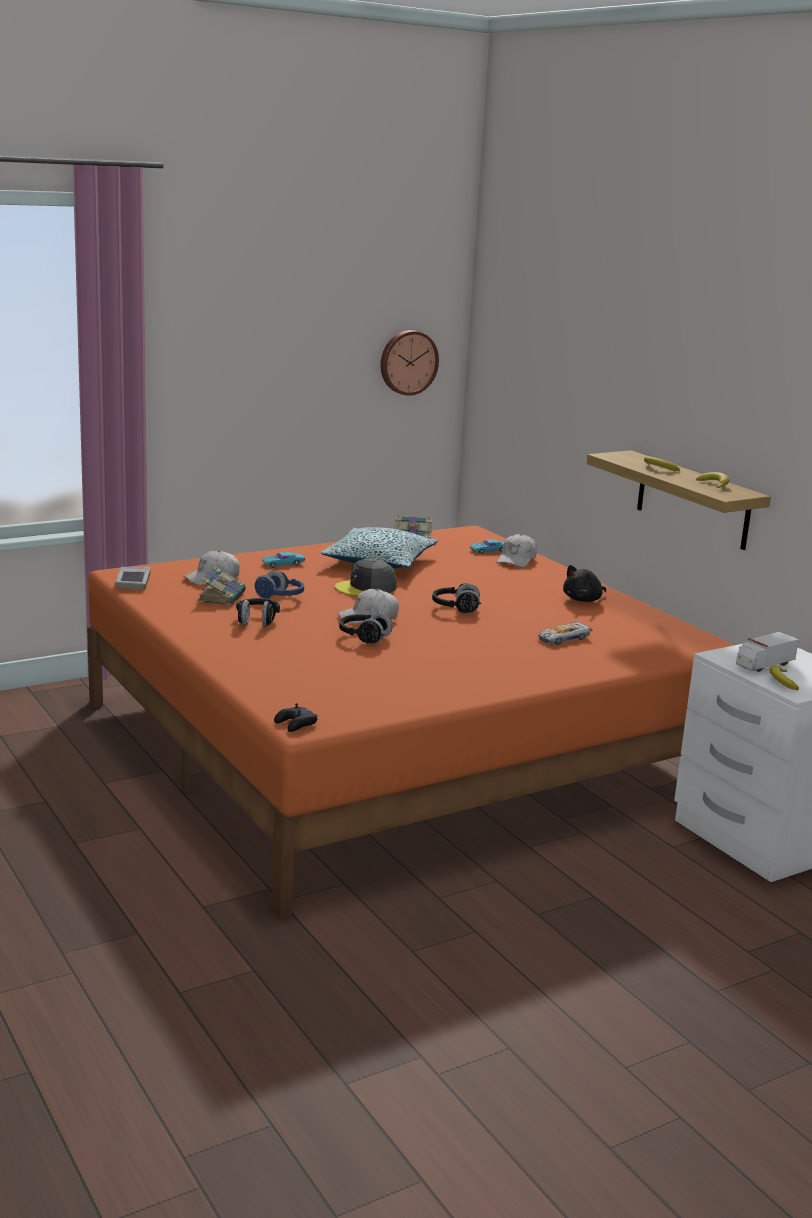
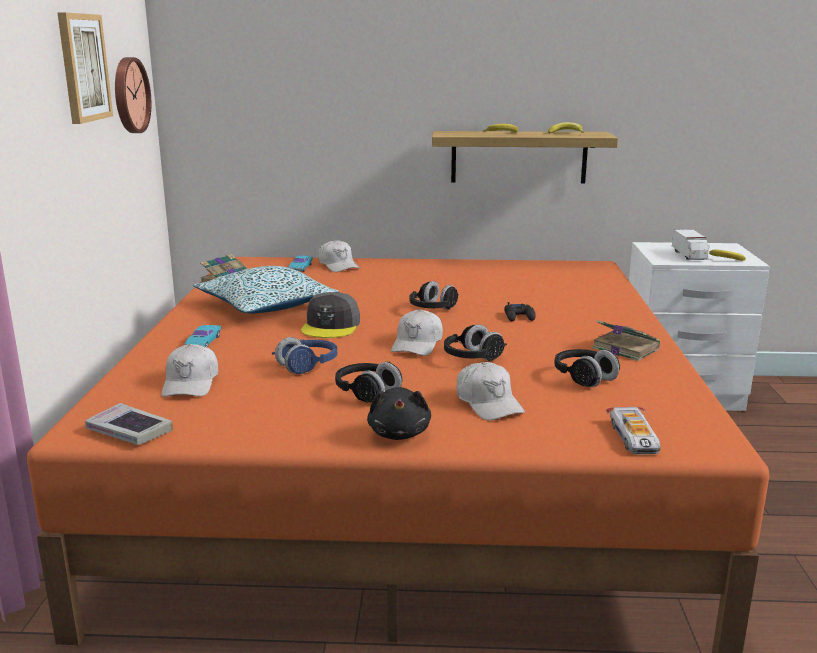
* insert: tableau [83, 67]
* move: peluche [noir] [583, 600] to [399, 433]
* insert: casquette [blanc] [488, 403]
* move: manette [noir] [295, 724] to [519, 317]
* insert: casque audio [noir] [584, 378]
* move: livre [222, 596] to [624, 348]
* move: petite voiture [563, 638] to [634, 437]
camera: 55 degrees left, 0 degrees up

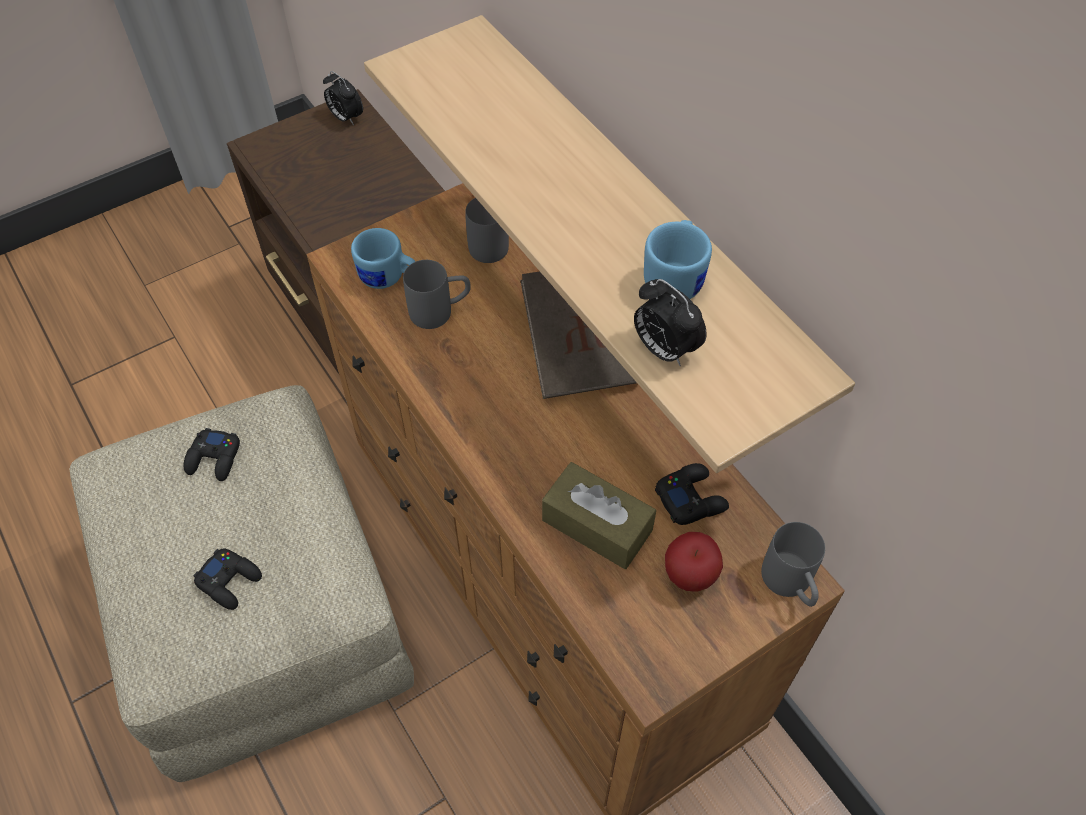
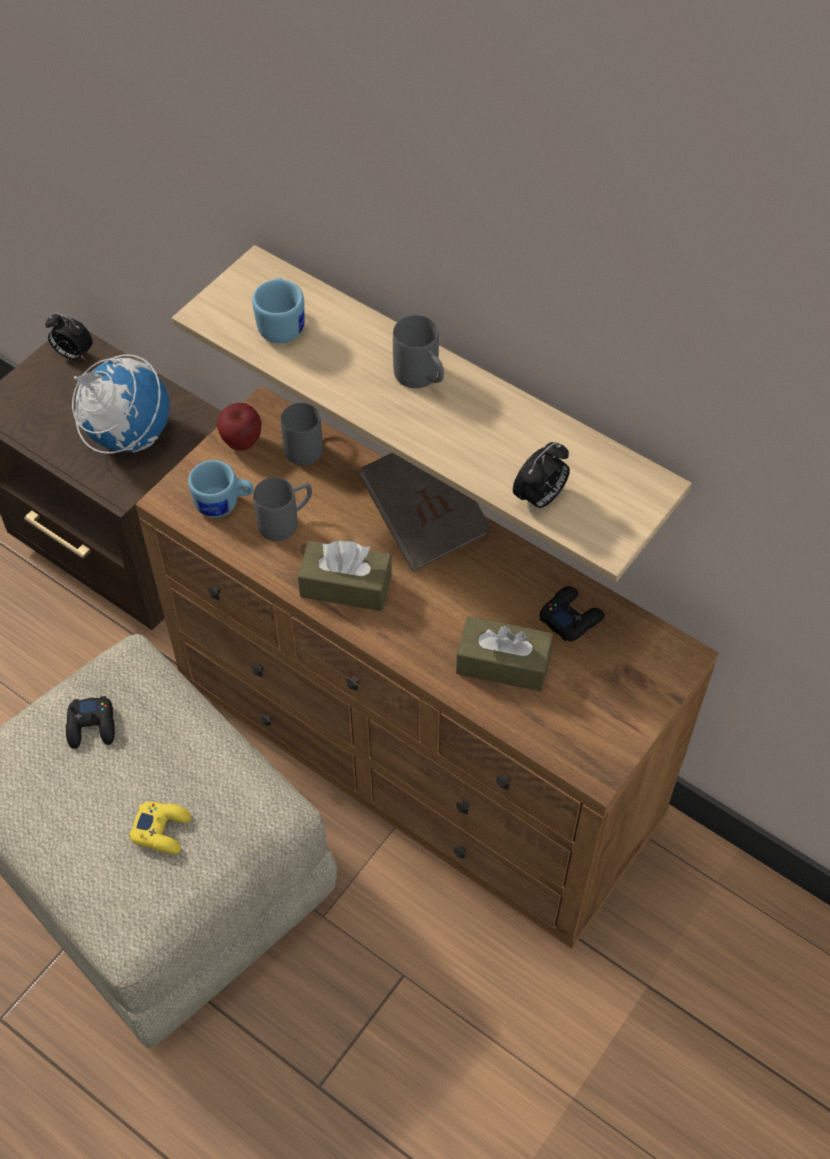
* insert: globe [128, 435]
* recolor: manette [noir] [230, 581] to manette [jaune] [162, 830]
* move: pomme [689, 577] to [242, 442]
* move: mug [bleu] [676, 277] to [282, 324]
* insert: boîte à mouchoirs [marron] [346, 586]
* move: mug [gris] [790, 585] to [422, 379]
* rotate: réveil [663, 349] = [539, 498] 75 degrees counterclockwise
camera: 20 degrees left, 0 degrees up

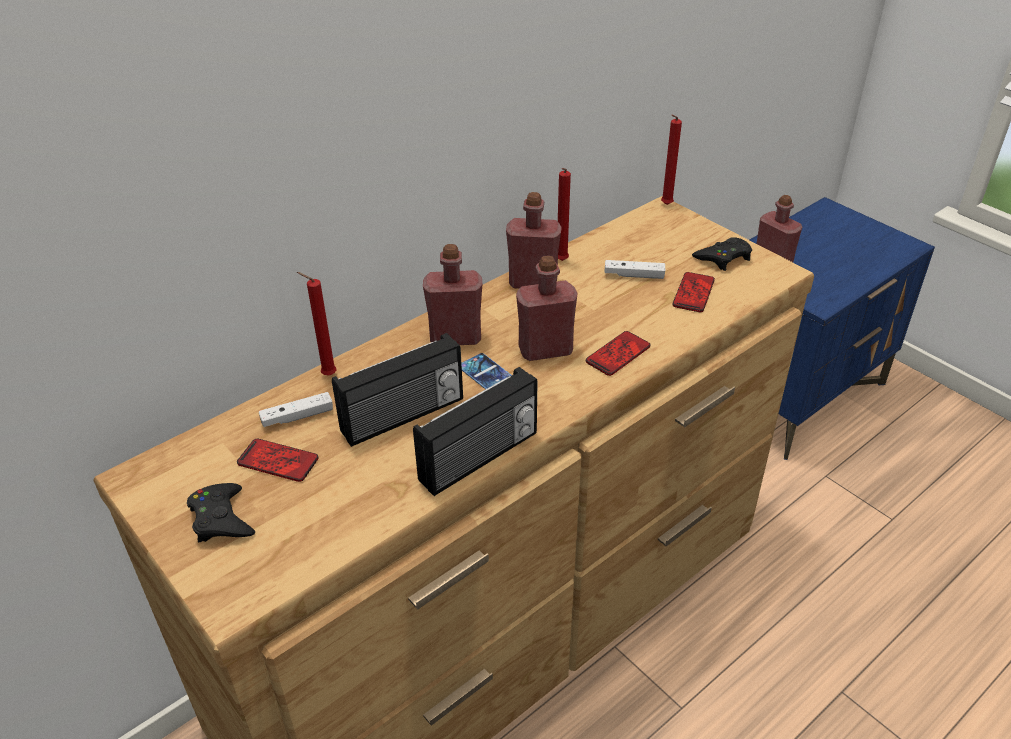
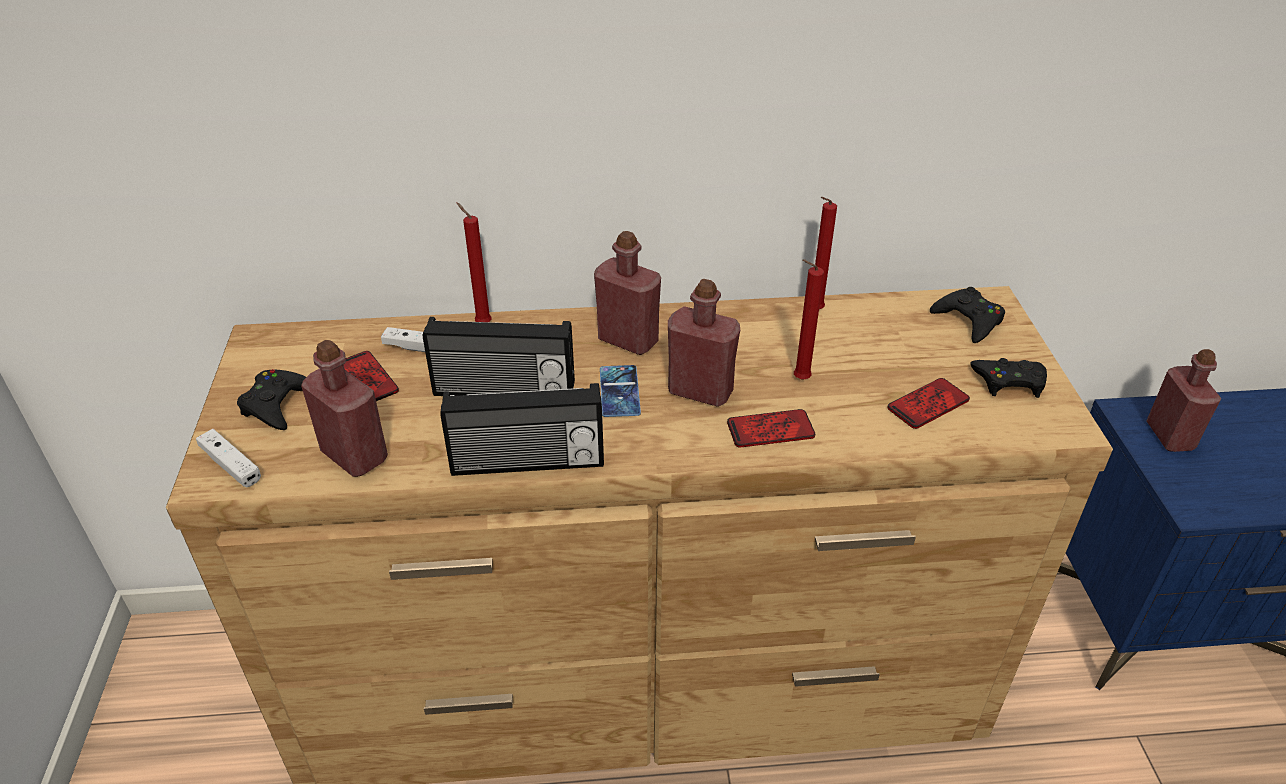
* move: manette [blanc] [634, 275] to [231, 465]
* move: bouteille [rouge] [533, 282] to [354, 456]
* move: bougie [rouge] [665, 205] to [798, 379]
* insert: manette [noir] [968, 320]
camera: 35 degrees right, 0 degrees up

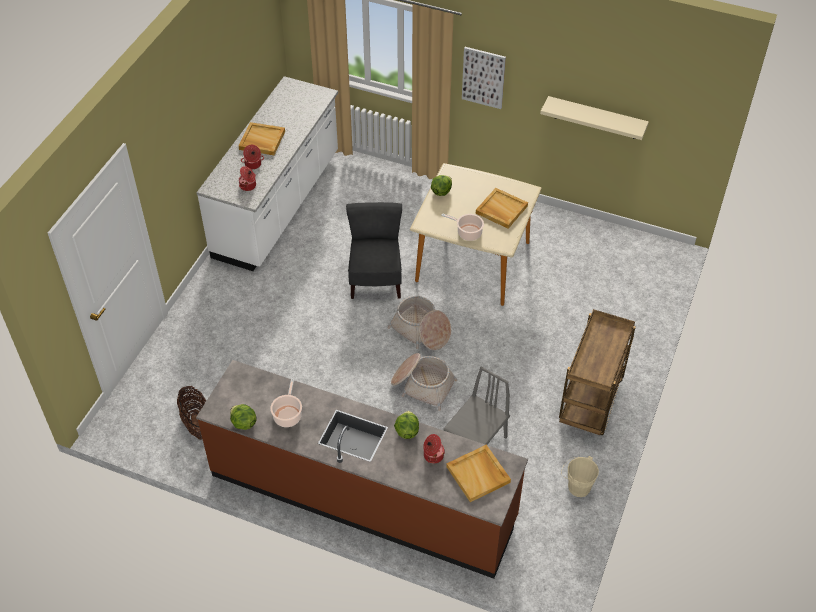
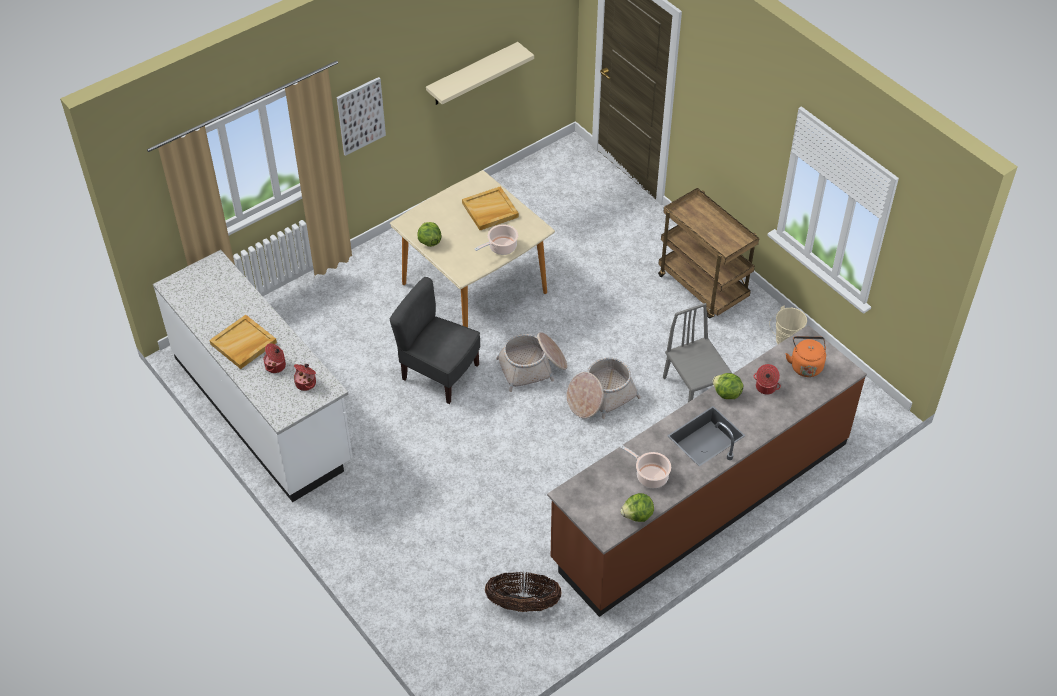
* replace: plateau [beige] [478, 474] to bouilloire [orange] [805, 365]
camera: 60 degrees left, 0 degrees up

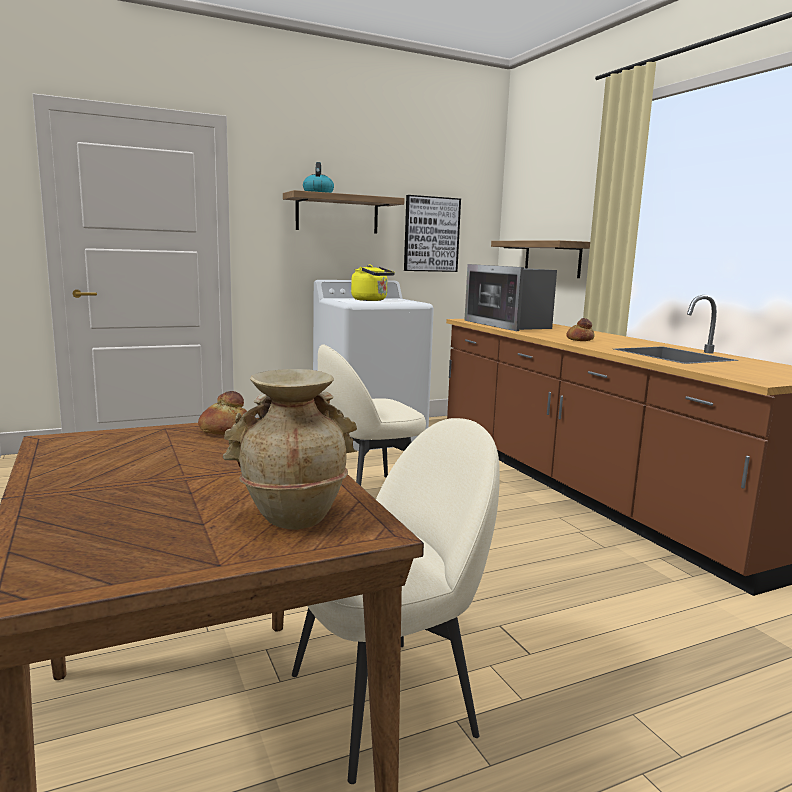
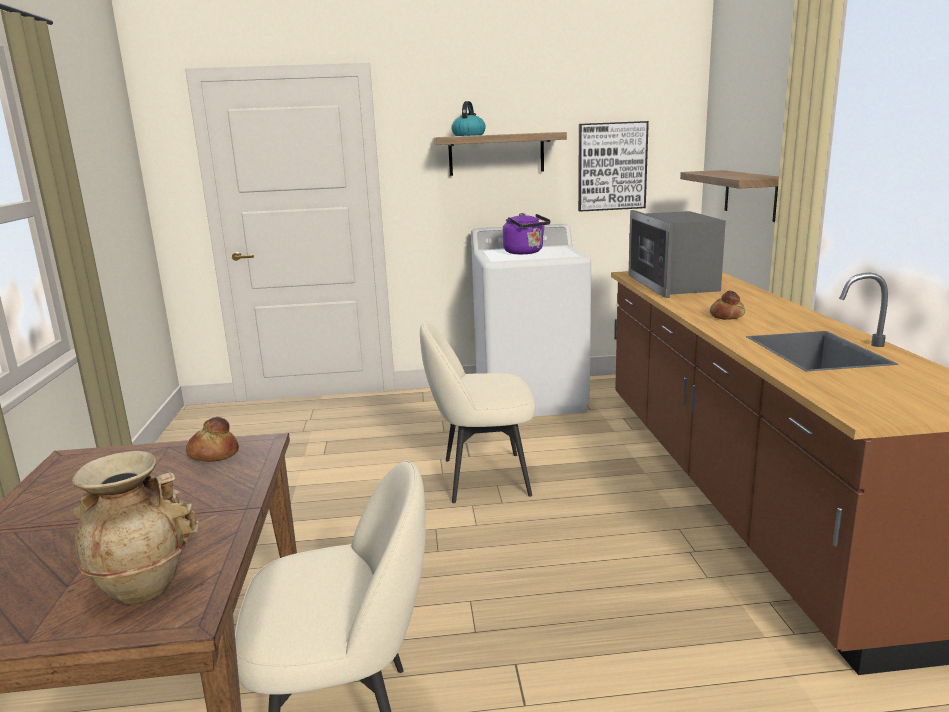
* recolor: bouilloire [jaune] [371, 300] to bouilloire [violet] [525, 252]
camera: 20 degrees right, 5 degrees up

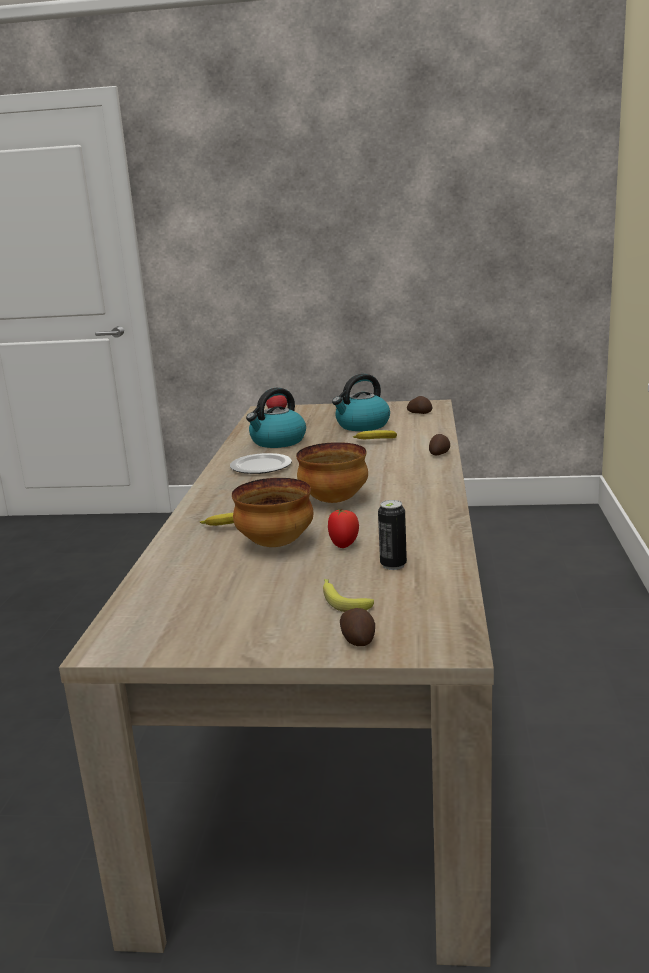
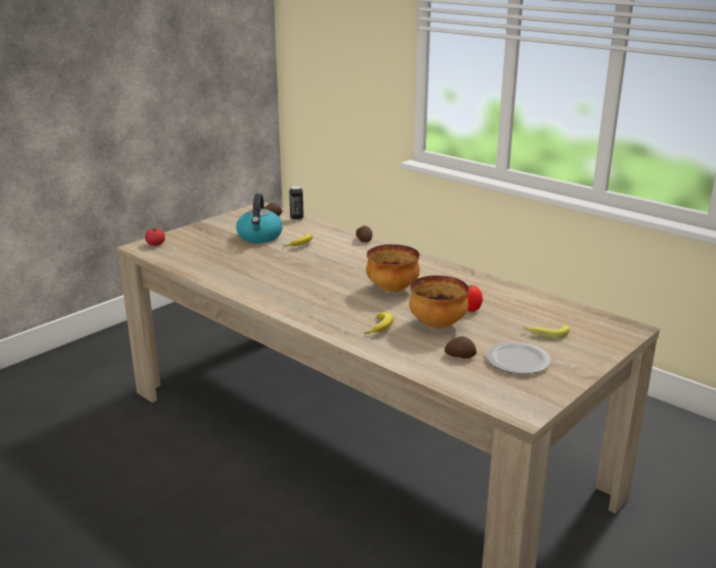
* move: boîte métallique [393, 565] to [297, 219]
* move: pomme de terre [358, 639] to [460, 355]
* move: assiette [261, 467] to [518, 361]
* delete: bouilloire [277, 442]
camera: 55 degrees left, 5 degrees up

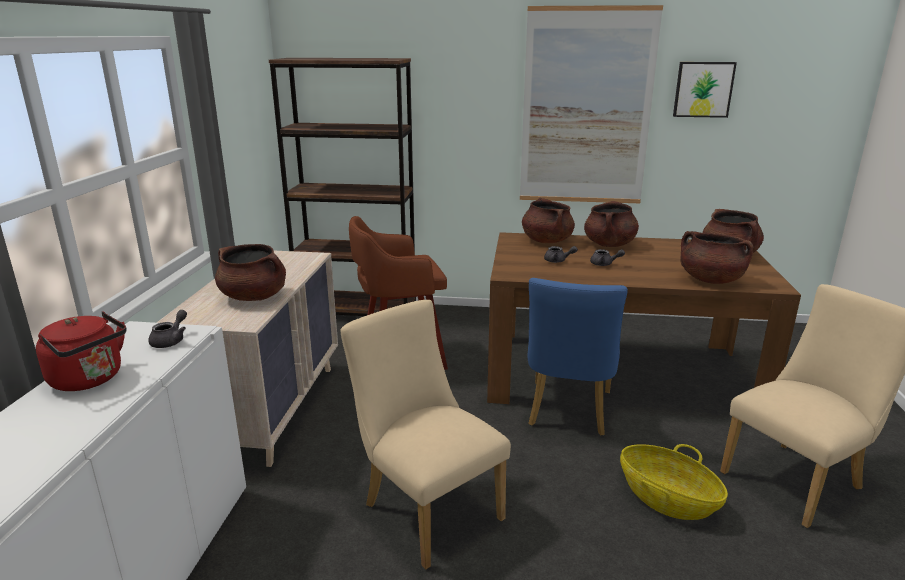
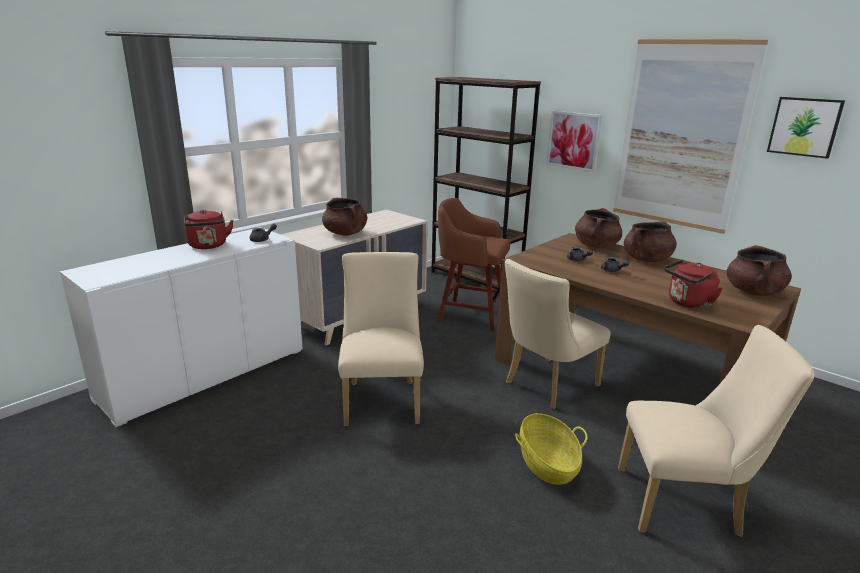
* recolor: chaise [bleu] [568, 412] to chaise [beige] [546, 386]
* insert: tableau [573, 140]
* replace: marmite [marron] [710, 280] to bouilloire [rouge] [688, 303]
camera: 35 degrees right, 0 degrees up

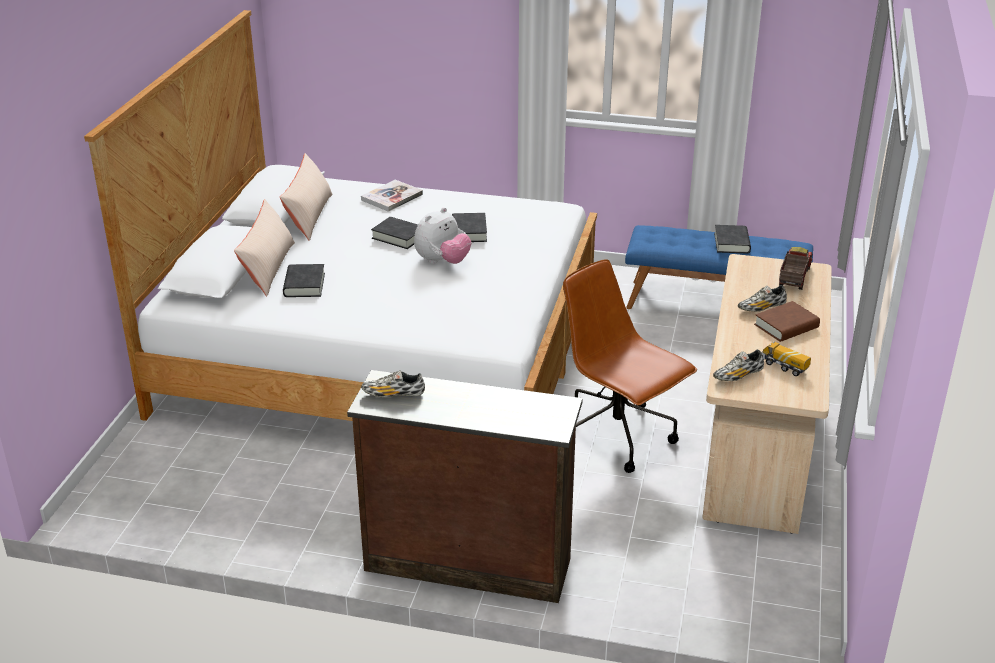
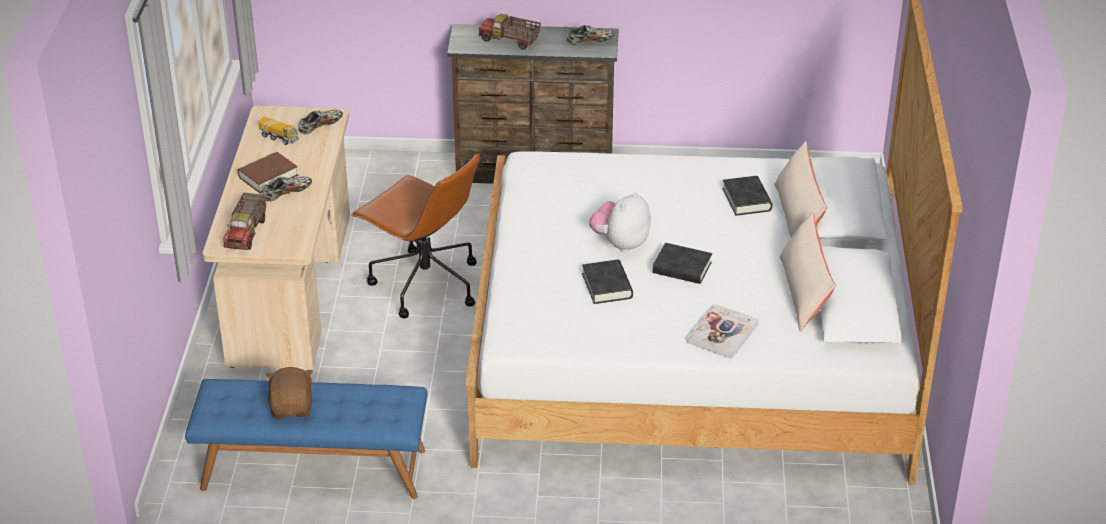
* replace: livre [noir] [731, 243] to peluche [marron] [292, 408]
* insert: camion jouet [509, 41]
camera: 170 degrees right, 5 degrees up

